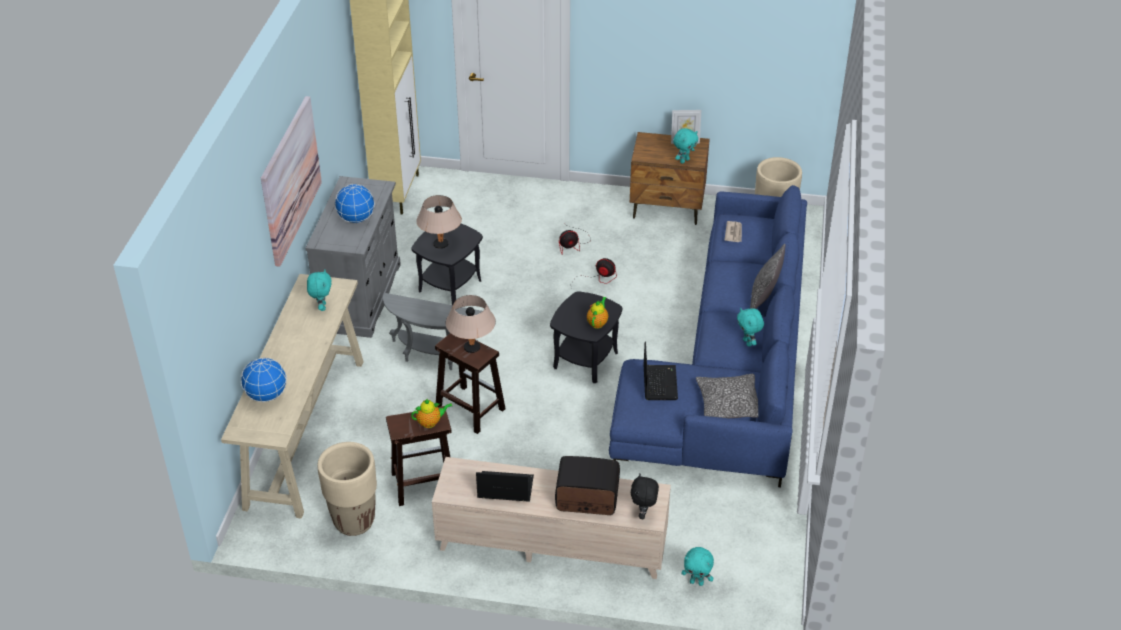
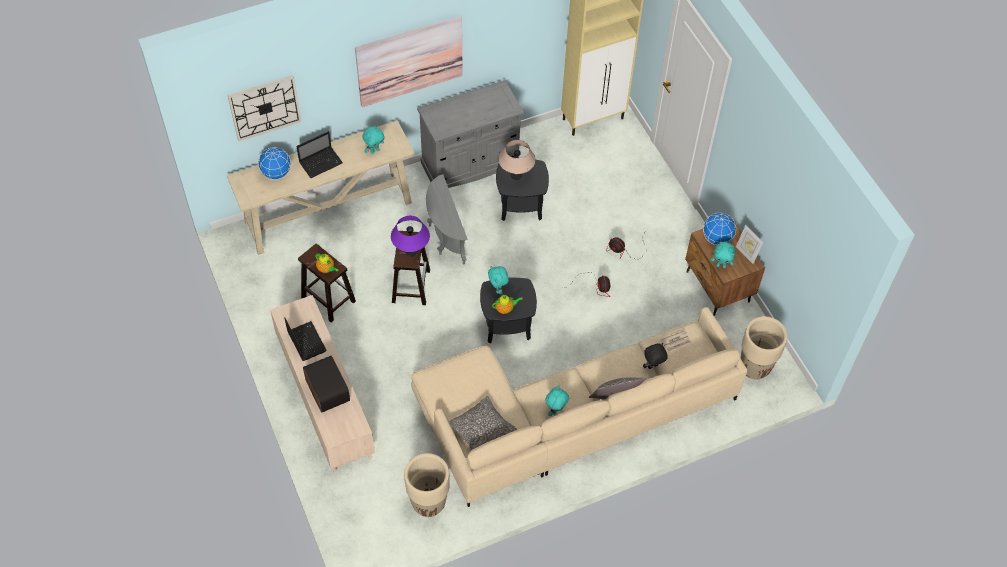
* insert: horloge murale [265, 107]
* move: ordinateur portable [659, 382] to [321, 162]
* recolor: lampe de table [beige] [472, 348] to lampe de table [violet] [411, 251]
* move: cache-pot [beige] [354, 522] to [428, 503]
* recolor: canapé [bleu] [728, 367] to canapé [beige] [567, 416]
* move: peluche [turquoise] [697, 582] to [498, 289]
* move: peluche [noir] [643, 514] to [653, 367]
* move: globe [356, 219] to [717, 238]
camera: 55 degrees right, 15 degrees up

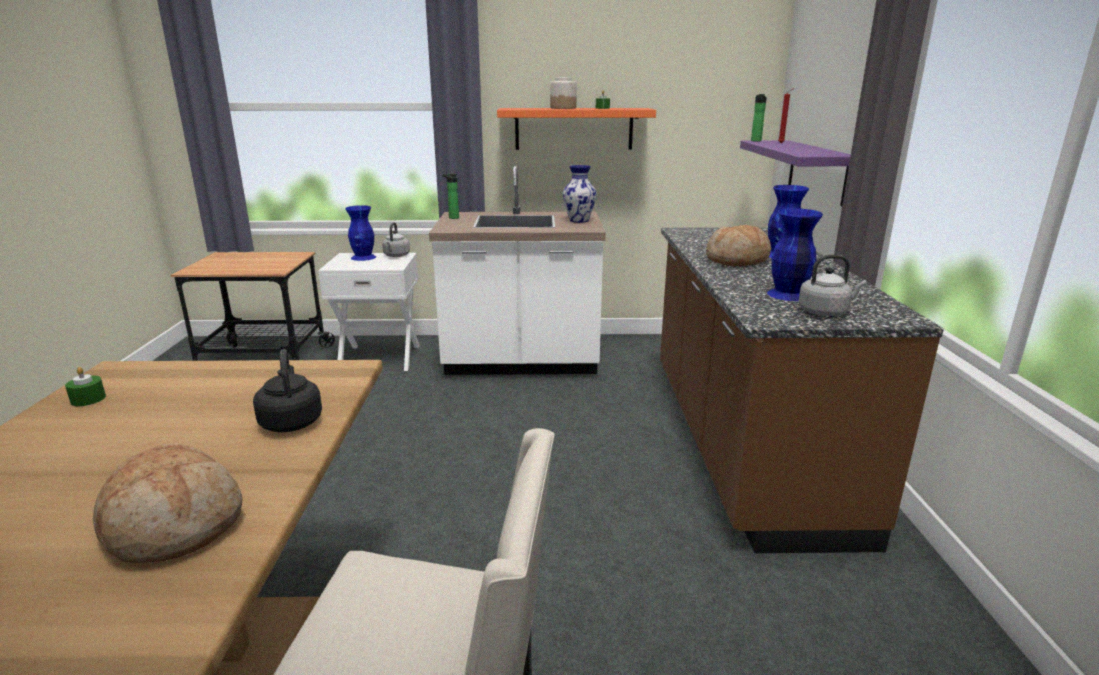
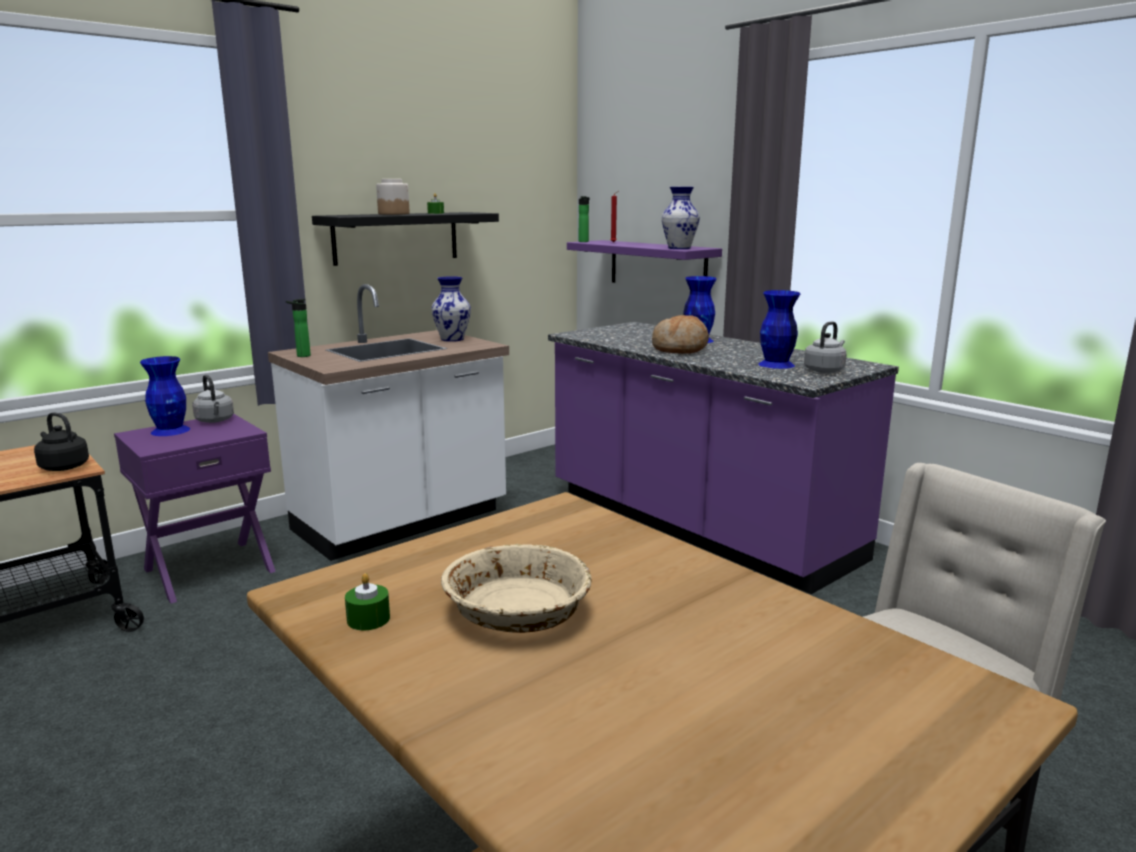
* move: bouilloire [noir] [291, 421] to [63, 466]
* recolor: table de chevet [blanc] [380, 357] to table de chevet [violet] [209, 569]
* recolor: étagère [orange] [574, 128] to étagère [noir] [396, 237]
* insert: bol [beige] [518, 611]
* recolor: comptoir de cuisine [marron] [743, 444] to comptoir de cuisine [violet] [697, 525]
* insert: vase [678, 248]
* delete: pain [173, 524]
camera: 40 degrees left, 5 degrees down

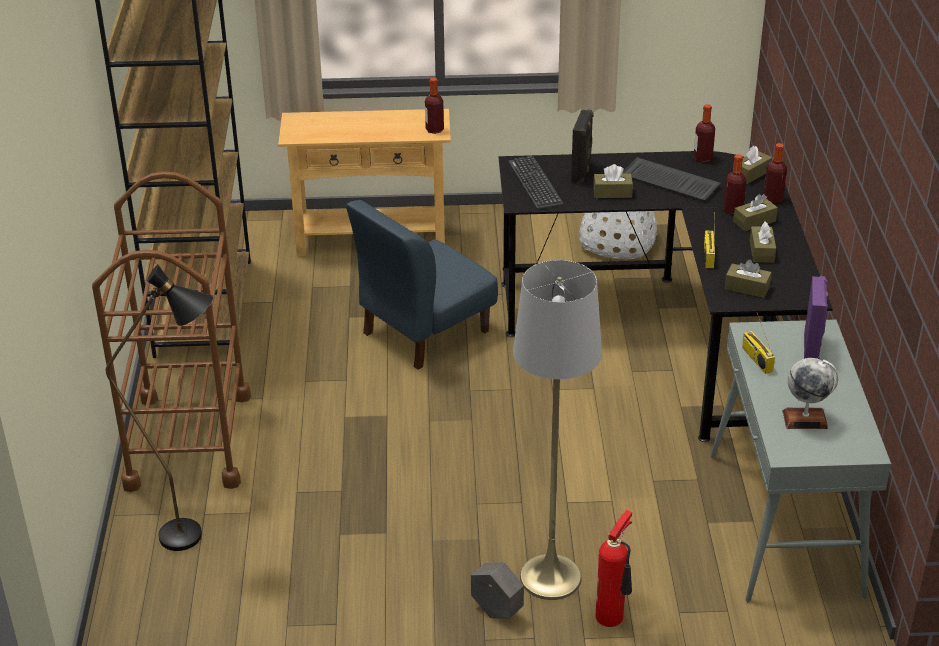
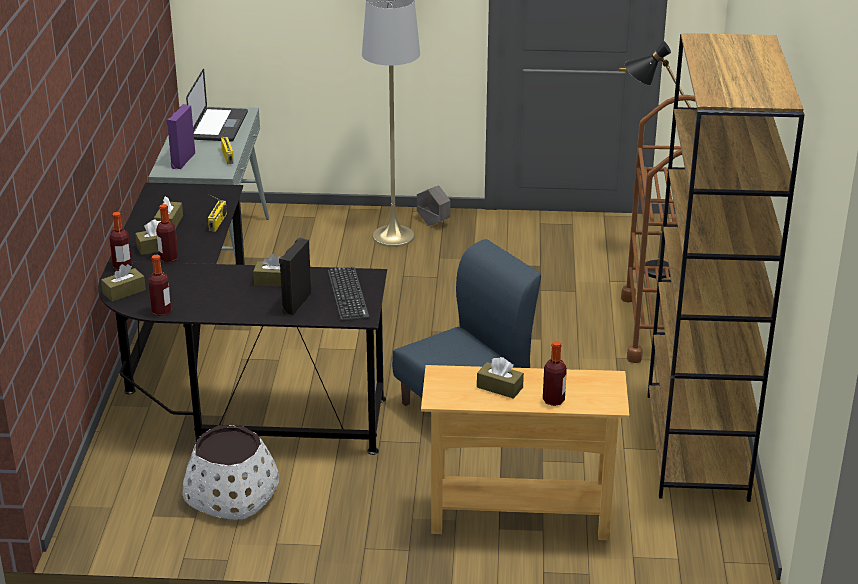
* replace: globe [805, 419] to ordinateur portable [219, 126]
* move: boîte à mouchoirs [marron] [747, 287] to [499, 387]
* move: bouteille [434, 130] to [553, 400]
* delete: extincteur [613, 616]
* delete: clavier [668, 182]
camera: 175 degrees left, 5 degrees down

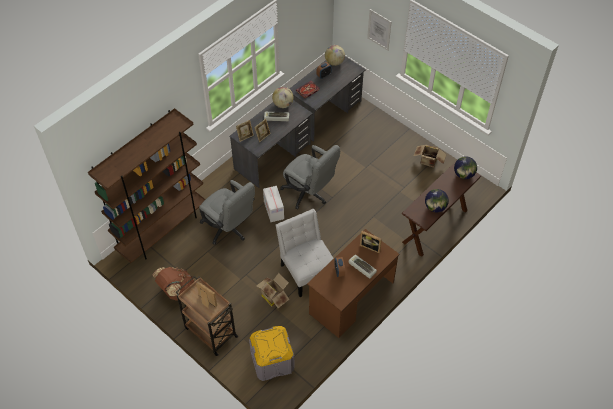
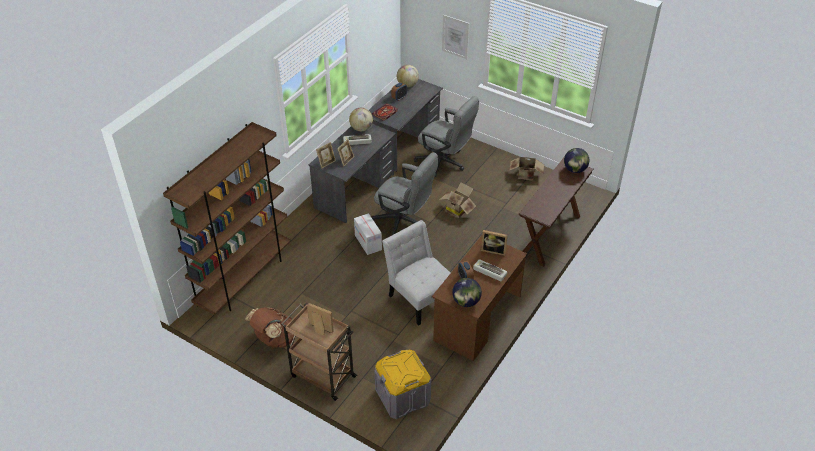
* move: chaise de bureau [gris] [229, 229] to [445, 163]
* move: carton [273, 296] to [457, 209]
* move: globe [435, 207] to [466, 302]
camera: 10 degrees left, 10 degrees down

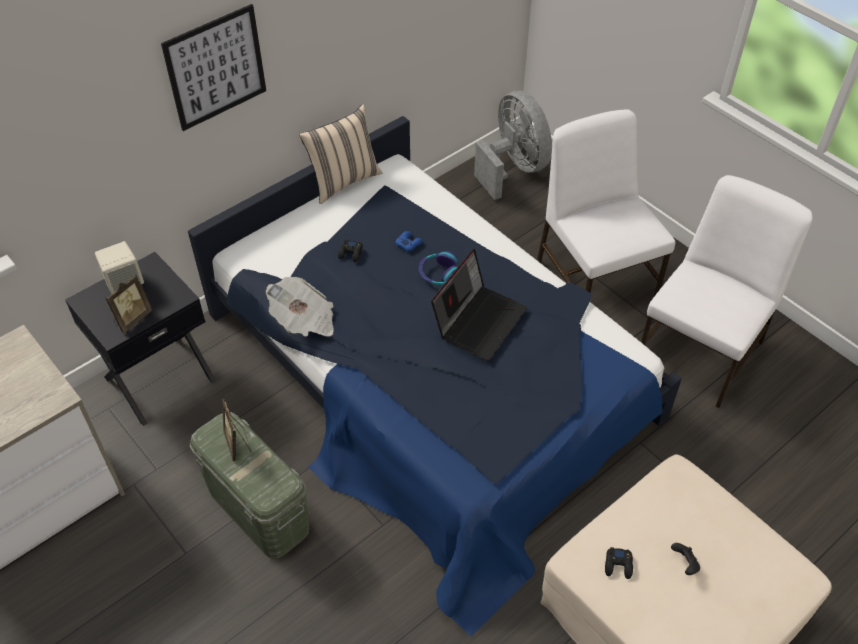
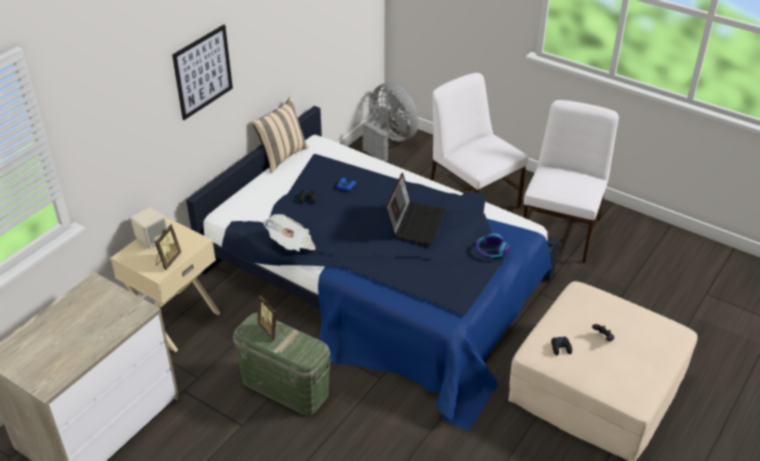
* recolor: table de chevet [noir] [159, 378] to table de chevet [beige] [175, 319]
* move: casque audio [439, 274] to [491, 251]
camera: 15 degrees left, 10 degrees down

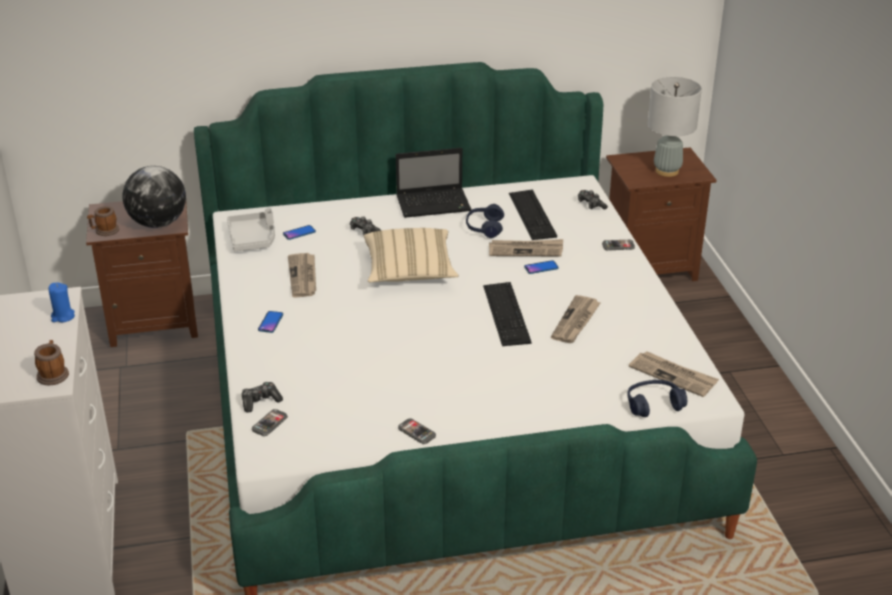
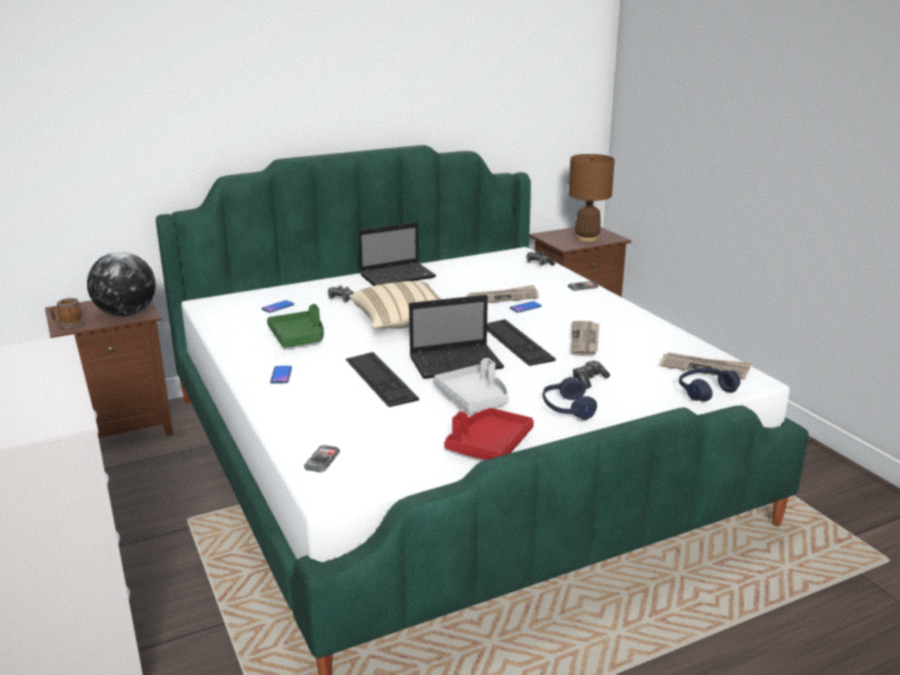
* replace: journal [303, 277] to plateau [vert] [298, 337]
* move: clavier [532, 214] to [380, 379]
* insert: ordinateur portable [457, 363]
* move: plateau [gris] [253, 239] to [474, 398]
* replace: téléphone [416, 432] to plateau [rouge] [489, 445]
* move: casque audio [bleu] [484, 228] to [567, 409]
* recolor: lampe de table [gris] [667, 171] to lampe de table [marron] [587, 238]
* move: manette [260, 401] to [589, 380]
* delete: mug [53, 374]
* delete: bougie [bleu] [63, 316]
camera: 15 degrees left, 10 degrees down

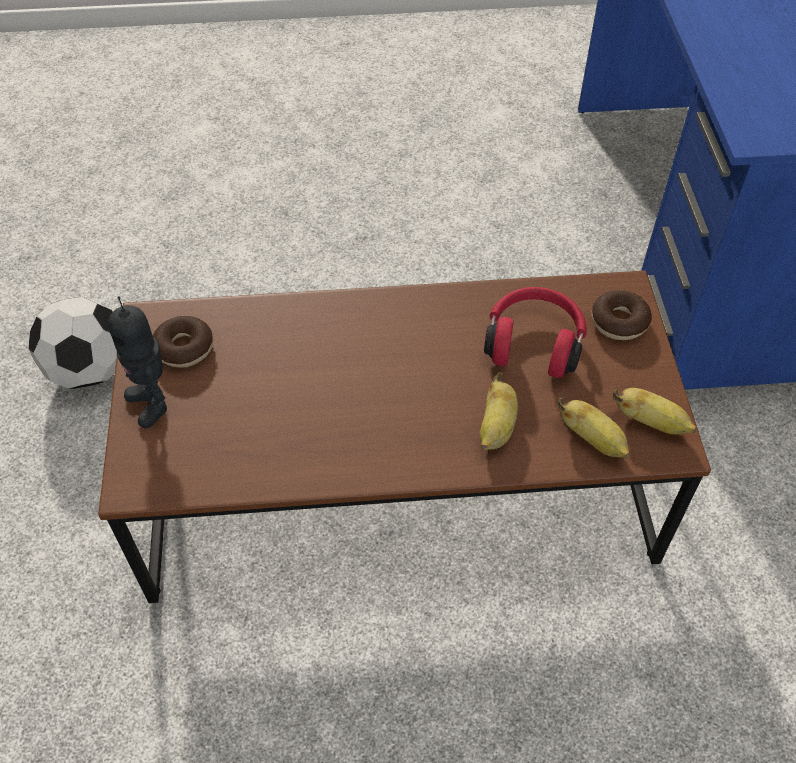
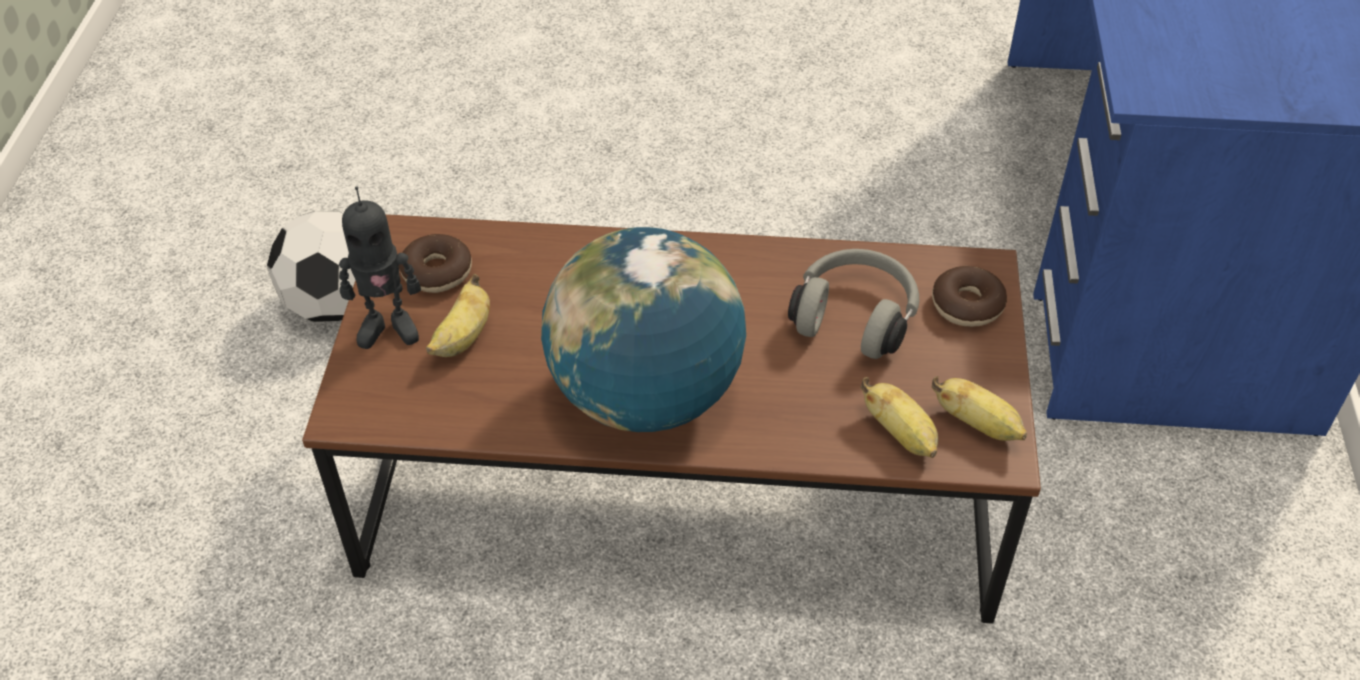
* rotate: robot jouet [153, 403] = [388, 328] 75 degrees counterclockwise
* move: banane [496, 428] to [463, 338]
* insert: globe [645, 395]
* recolor: casque audio [rouge] [534, 342] to casque audio [gris] [855, 316]
camera: 10 degrees right, 5 degrees down

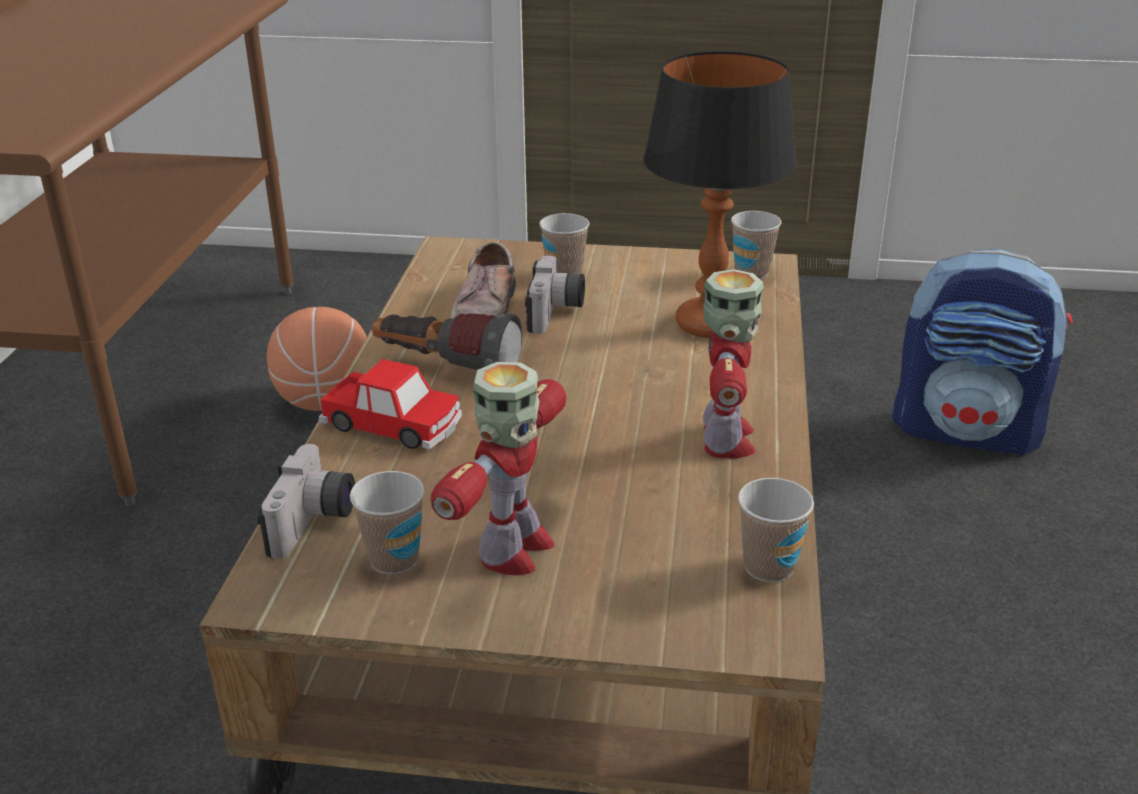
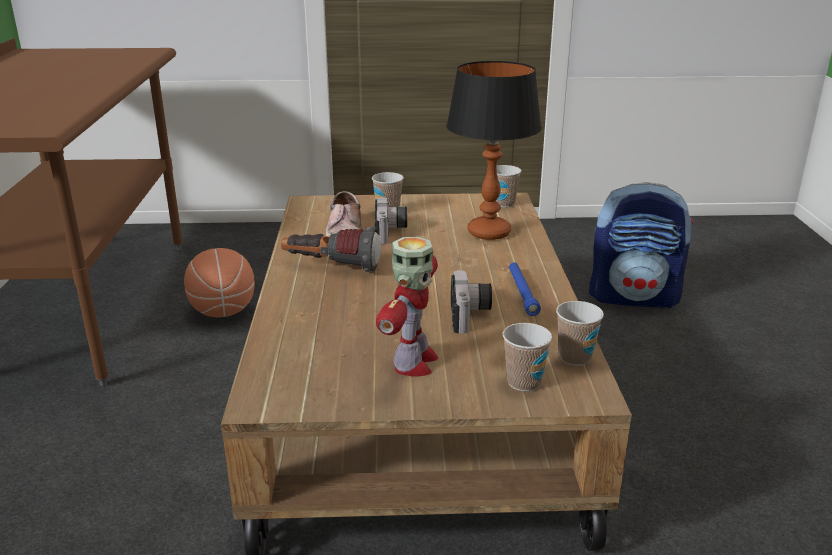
* move: appareil photo [314, 524] to [471, 315]
* move: tasse [394, 559] to [523, 382]
* replace: robot jouet [725, 440] to lampe de poche [bleu] [522, 293]
* delete: petite voiture [393, 424]
camera: 10 degrees left, 5 degrees down

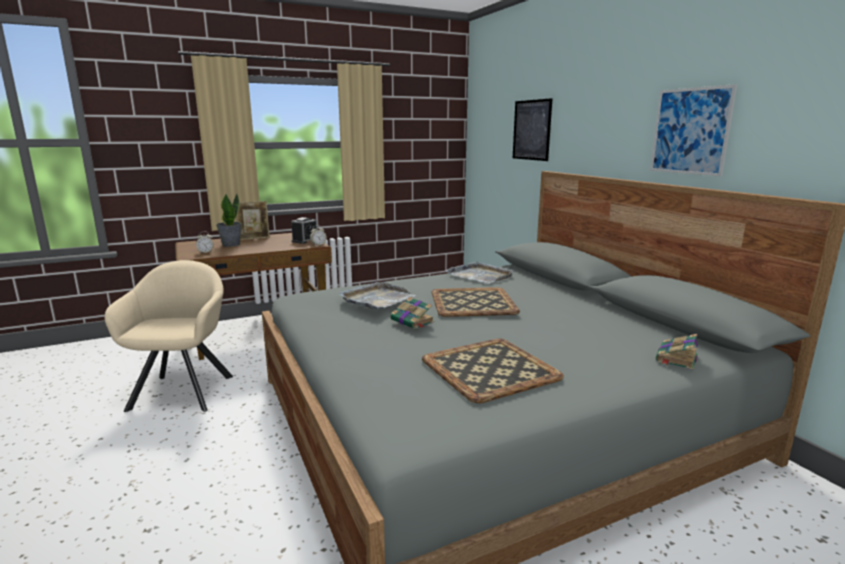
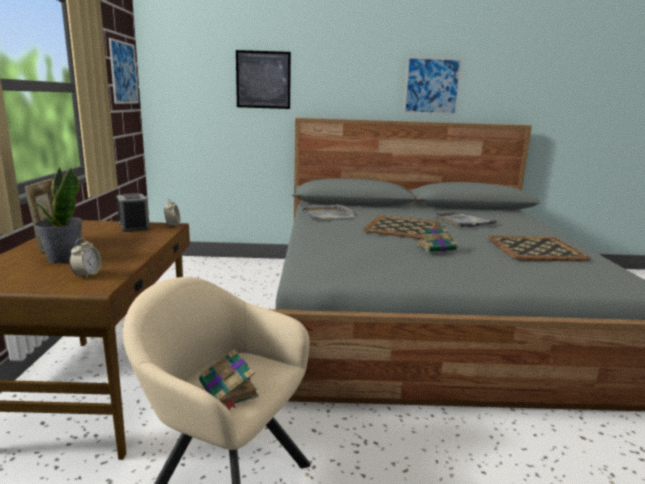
* insert: tableau [124, 73]
* move: livre [676, 358] to [229, 390]
* move: plateau [gris] [377, 299] to [463, 222]
camera: 65 degrees left, 0 degrees up

